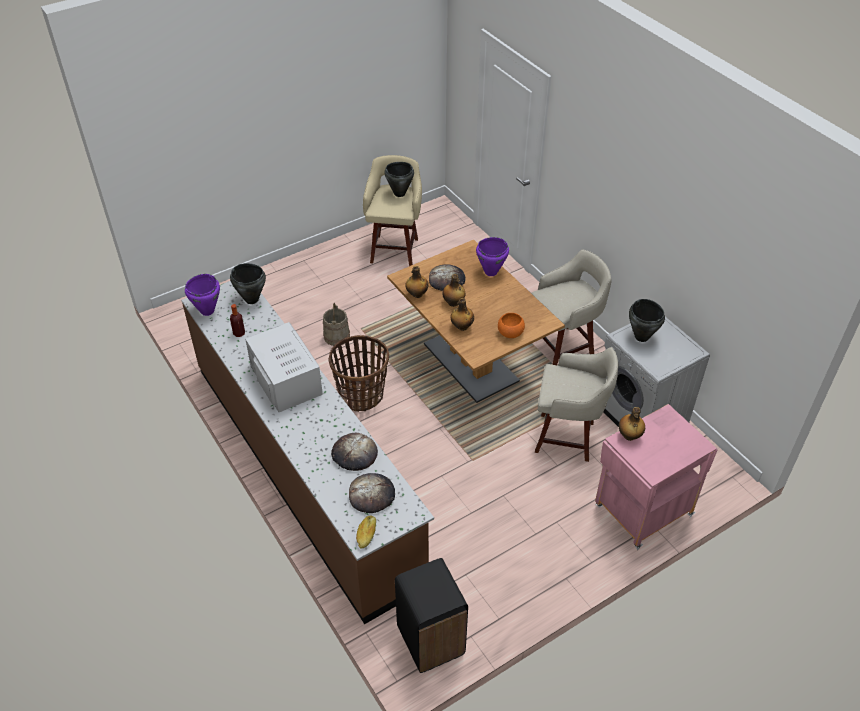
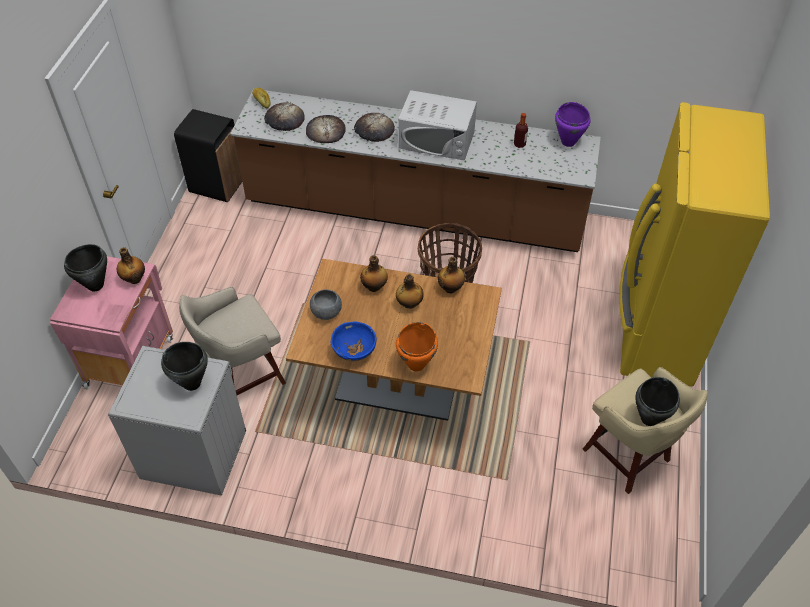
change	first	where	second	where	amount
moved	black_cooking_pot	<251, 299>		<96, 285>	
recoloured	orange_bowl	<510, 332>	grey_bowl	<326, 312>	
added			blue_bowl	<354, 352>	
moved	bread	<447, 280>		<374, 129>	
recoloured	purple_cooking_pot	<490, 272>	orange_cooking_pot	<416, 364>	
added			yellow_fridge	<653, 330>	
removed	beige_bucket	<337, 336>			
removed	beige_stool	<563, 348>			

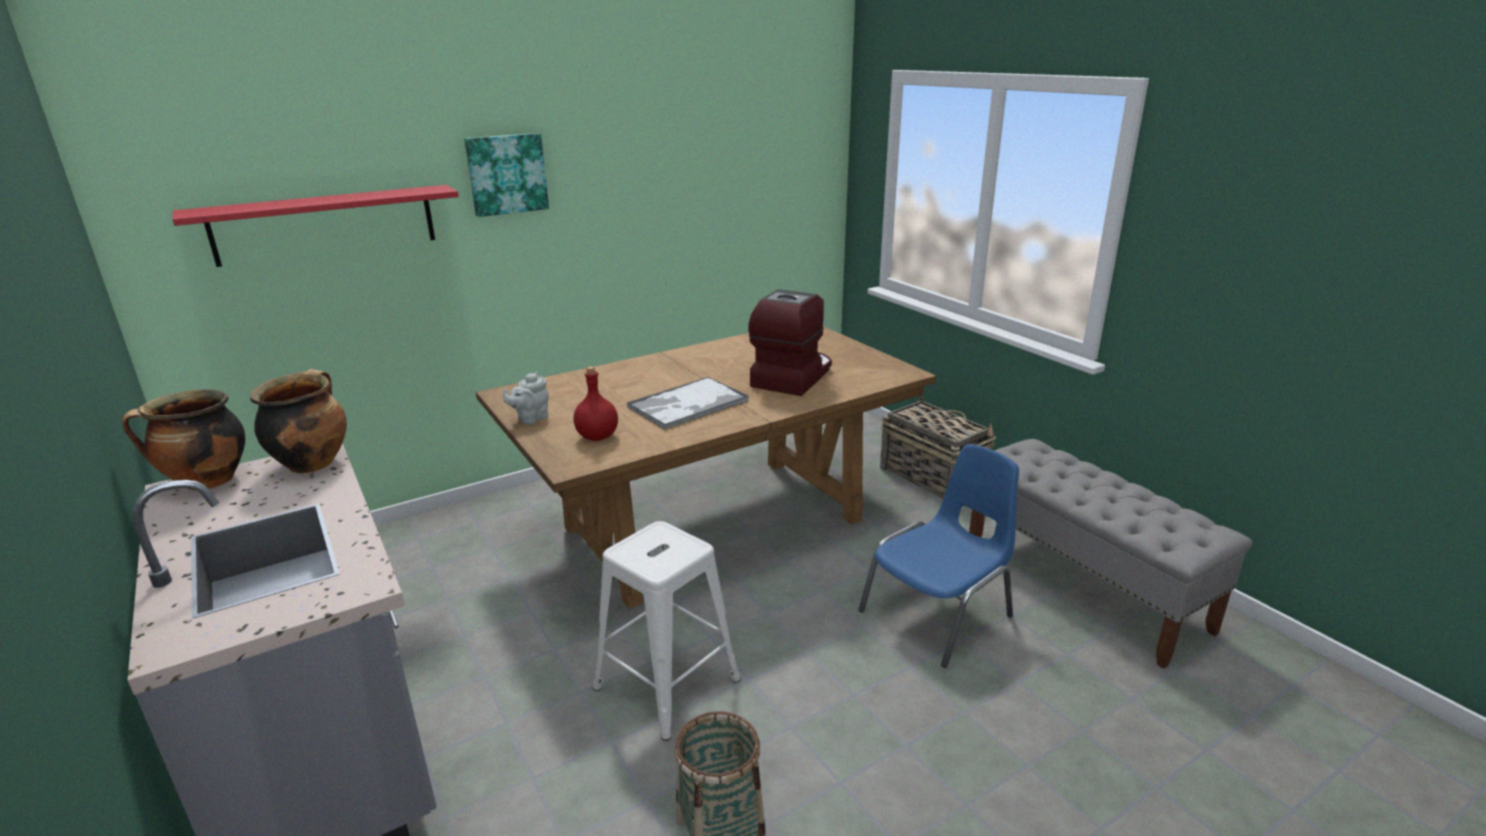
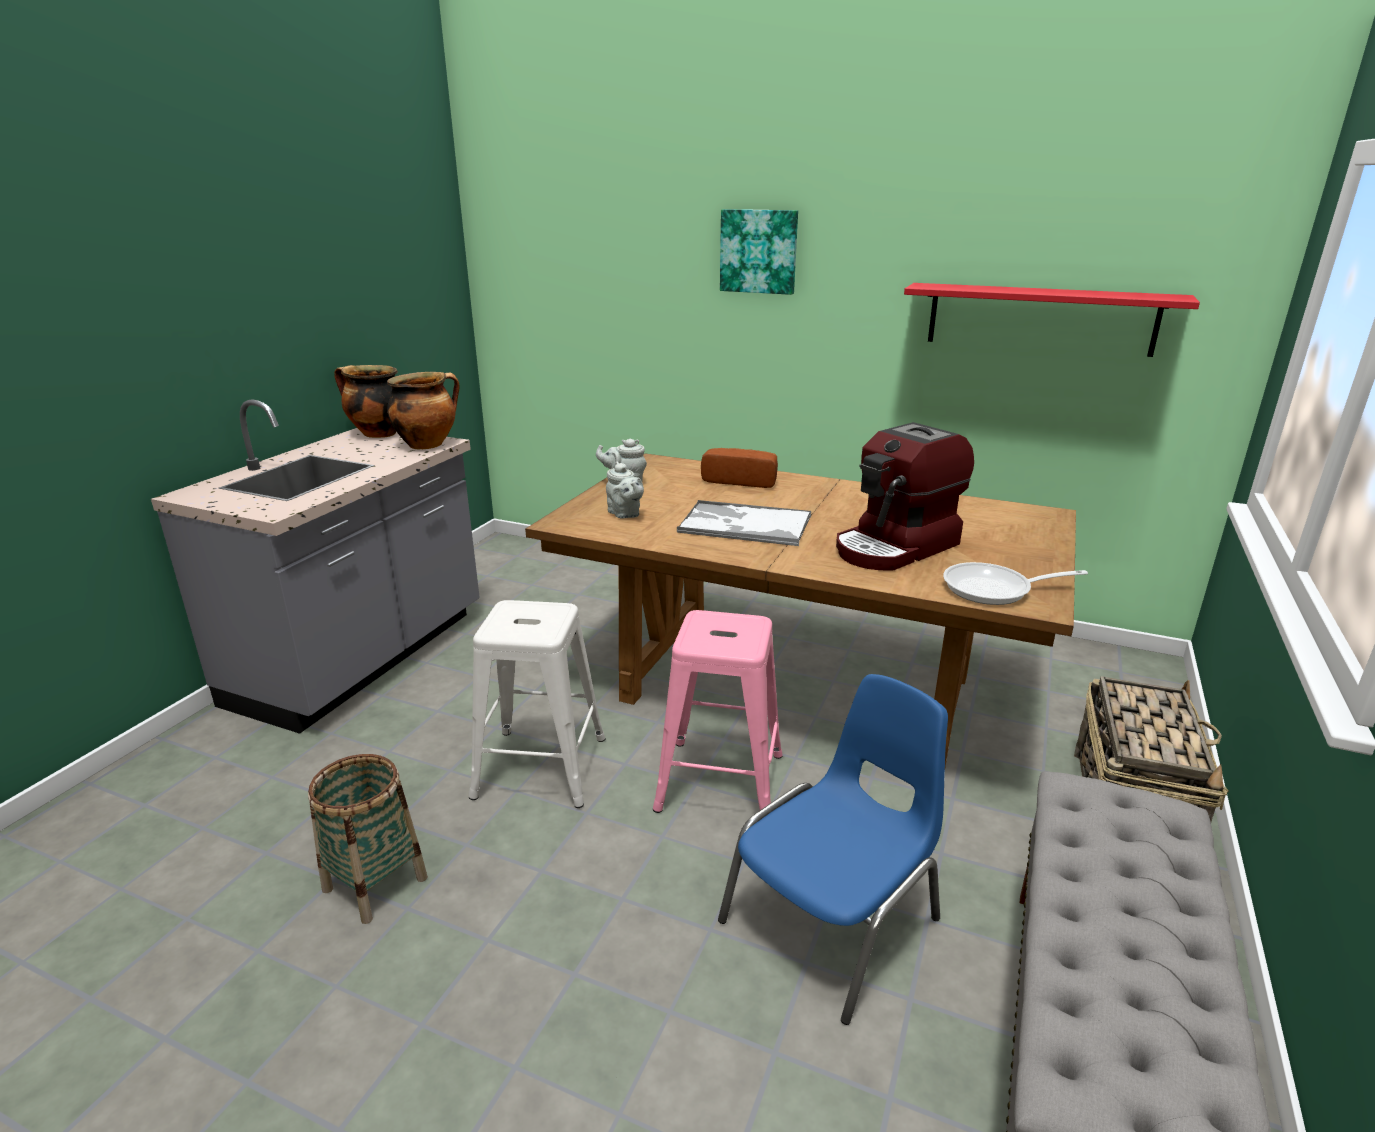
change	first	where	second	where	amount
replaced	red_bottle	<596, 437>	grey_teapot	<625, 514>	
added			pink_stool	<720, 782>	
added			bread	<741, 480>	
turned	blue_chair	<938, 614>		<834, 920>	60 degrees counterclockwise
turned	coffee_machine	<791, 376>		<896, 547>	150 degrees clockwise
moved	red_shelf	<325, 224>		<1040, 318>	
added			frying_pan	<994, 589>	

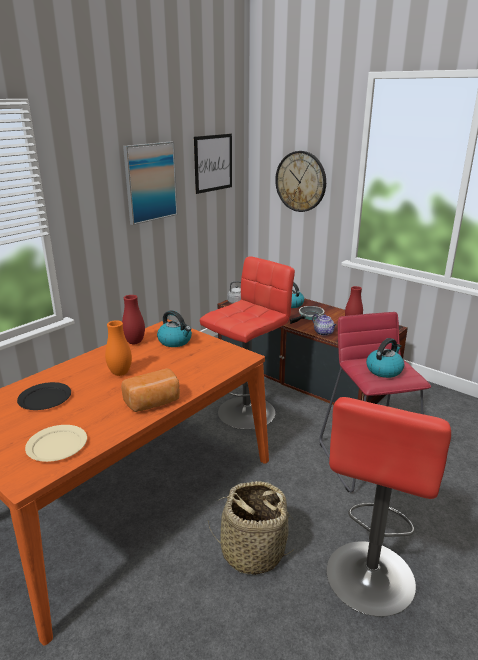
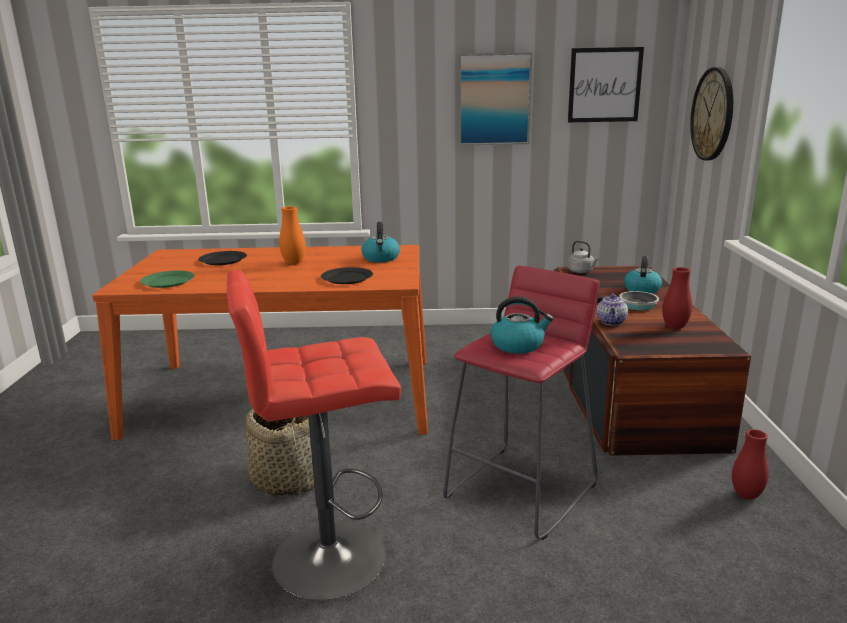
change	first	where	second	where	amount
recoloured	beige_plate	<57, 445>	green_plate	<168, 281>	
added			black_plate	<347, 278>	
moved	red_vase	<134, 342>		<746, 495>	
removed	bread	<153, 403>			
removed	red_stool	<247, 412>			

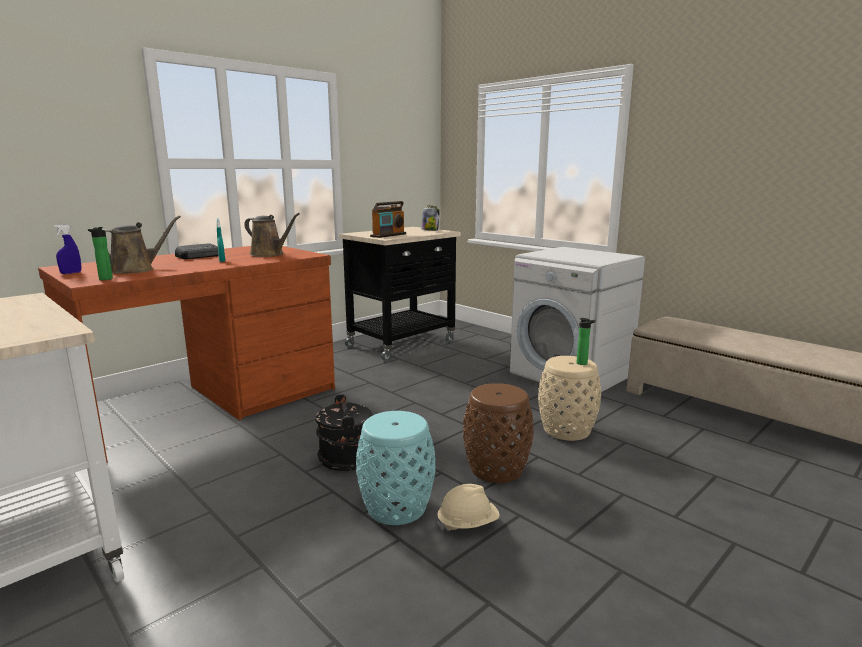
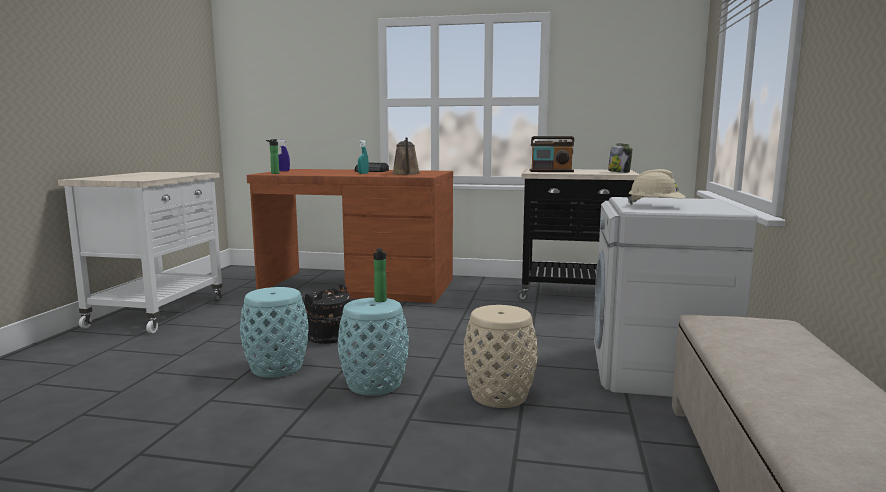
change	first	where	second	where	amount
recoloured	brown_stool	<496, 469>	turquoise_stool	<374, 384>	
moved	bottle	<583, 363>		<380, 301>	
moved	beige_hard_hat	<468, 524>		<655, 206>	
removed	brown_watering_can	<136, 269>			

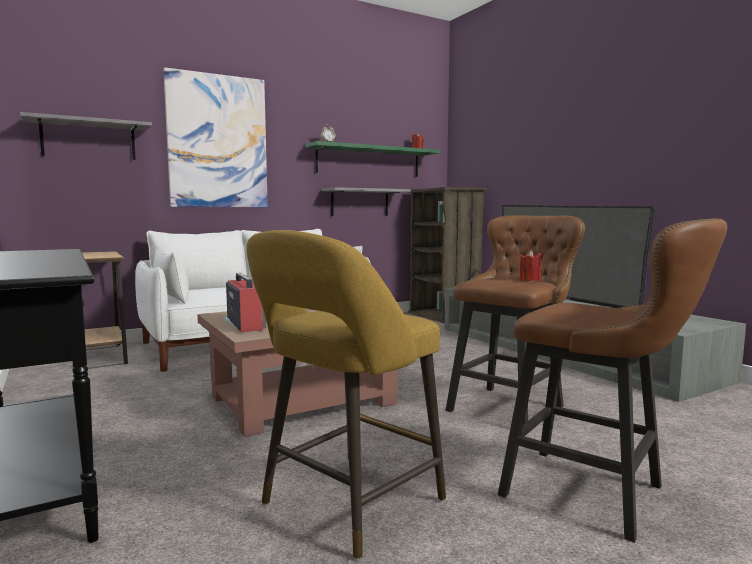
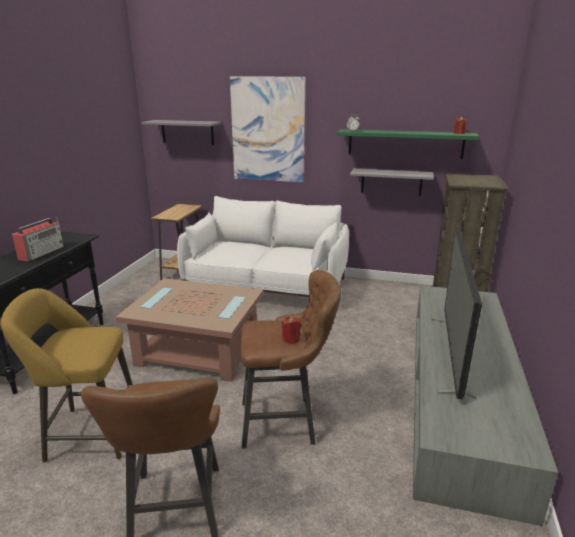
change	first	where	second	where	amount
moved	radio	<245, 324>		<42, 252>	

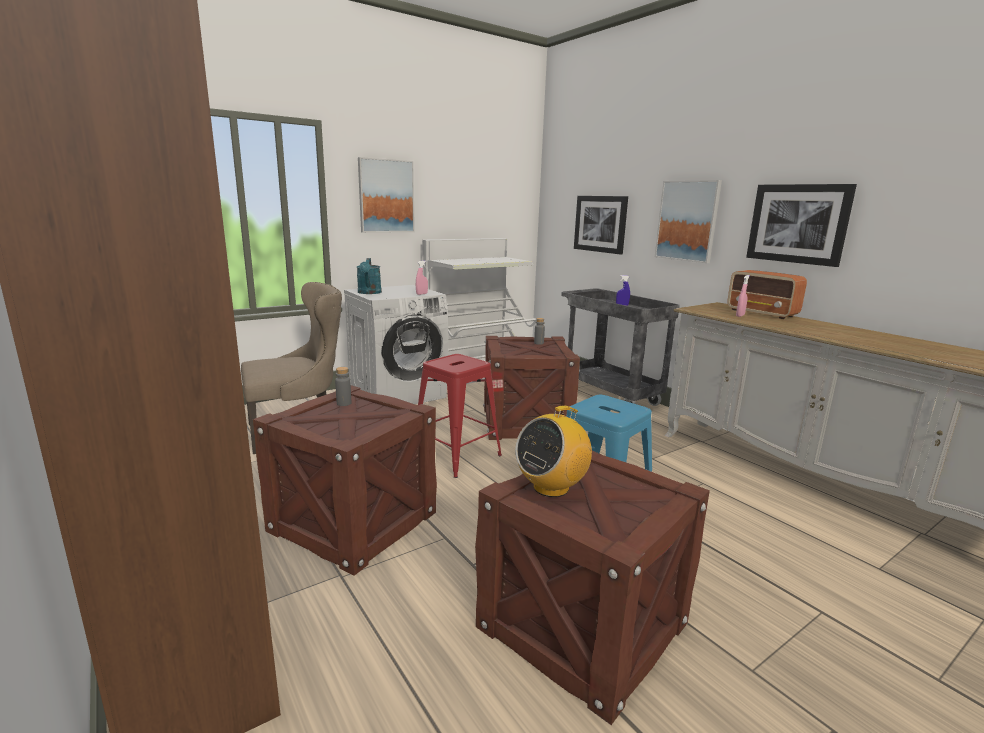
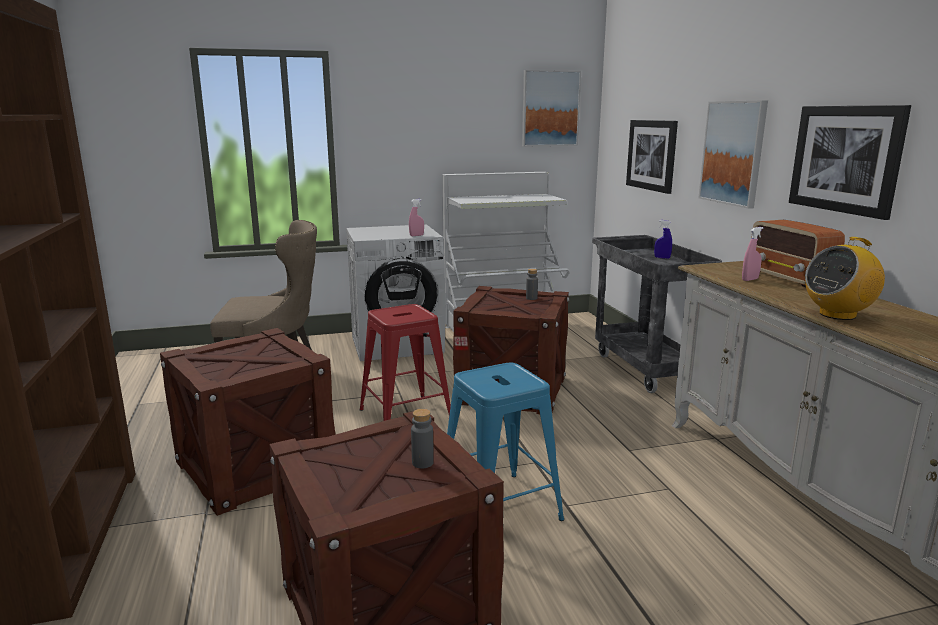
change	first	where	second	where	amount
moved	grey_bottle	<344, 403>		<422, 463>	
moved	picture	<386, 196>		<550, 108>	
moved	radio	<551, 487>		<837, 315>	
removed	turquoise_watering_can	<369, 293>			

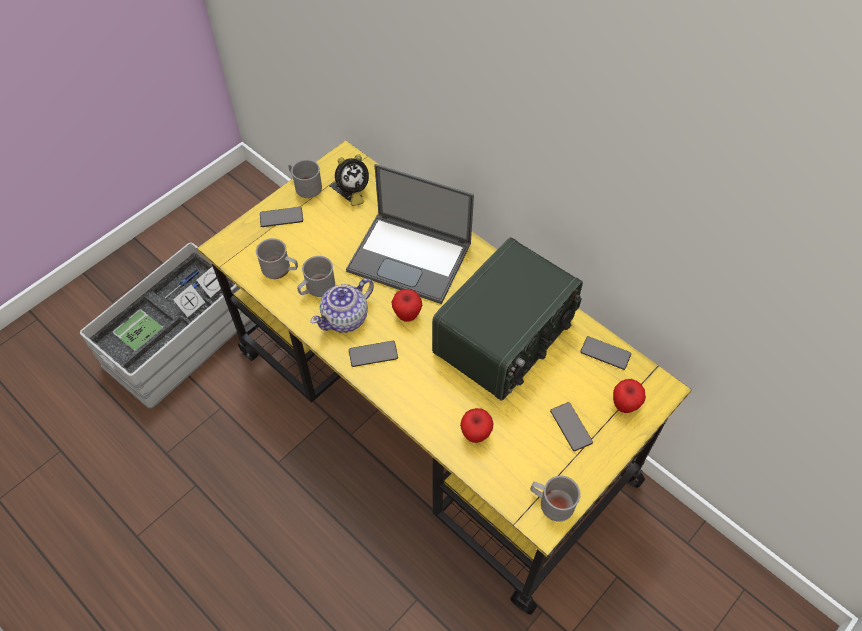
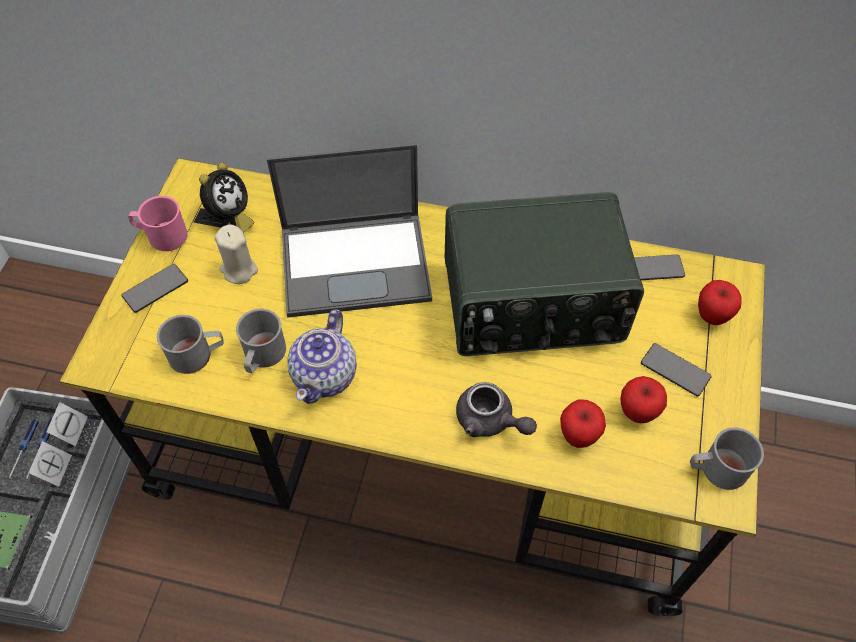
change	first	where	second	where	amount
recoloured	grey_mug	<305, 186>	pink_mug	<161, 235>	
added			beige_candle	<239, 270>	
turned	radio	<505, 338>		<533, 305>	75 degrees clockwise
added			grey_teapot	<490, 421>	
moved	apple	<407, 315>		<637, 412>	
removed	phone	<373, 354>			

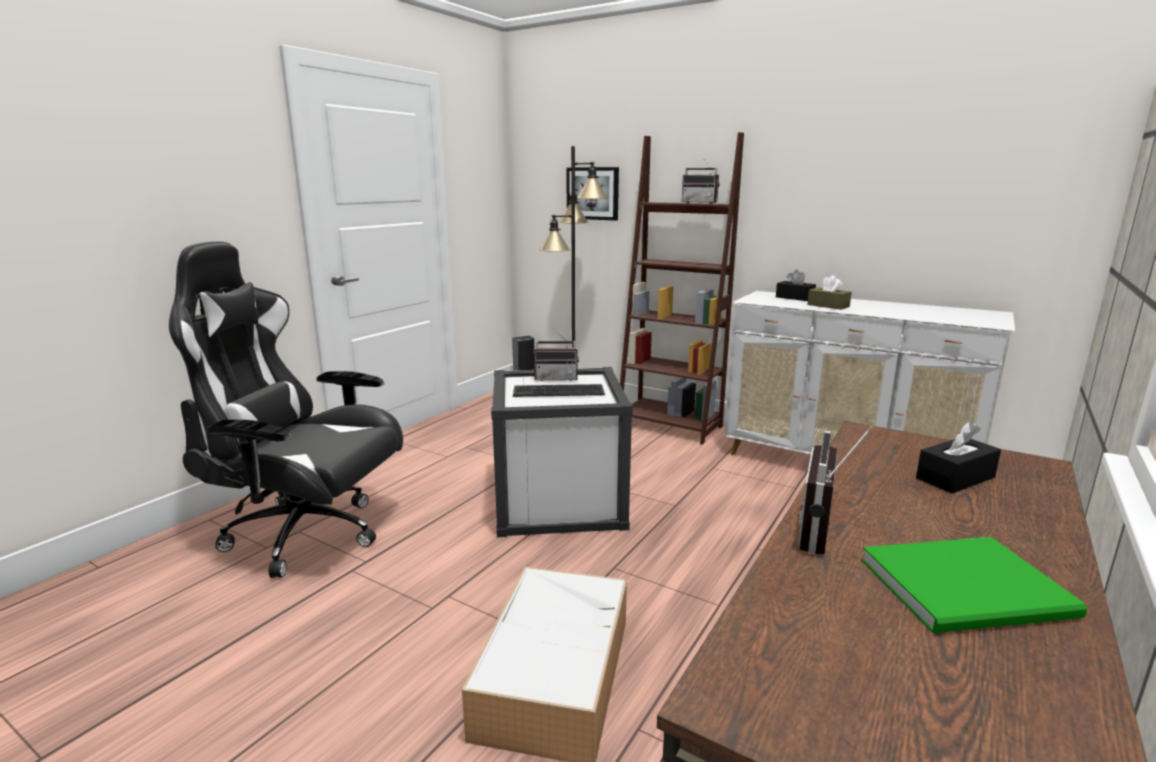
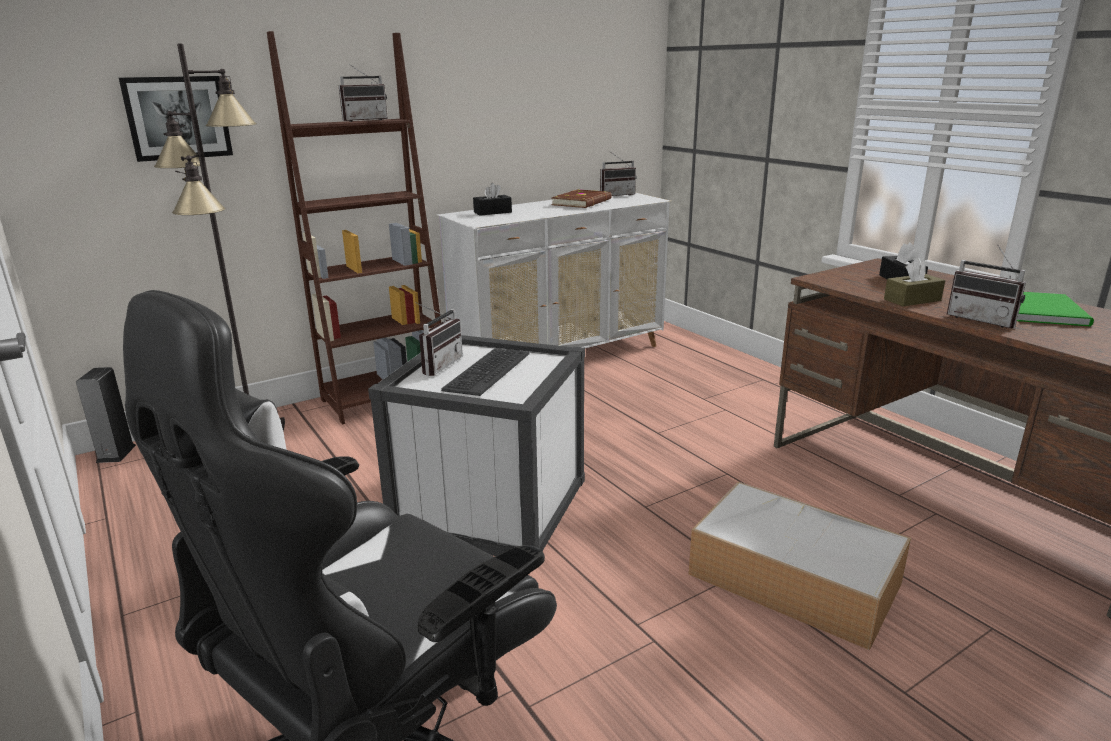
change	first	where	second	where	amount
added			brown_book	<583, 202>	
added			radio	<616, 195>	
moved	brown_tissue_box	<828, 306>		<912, 300>	

